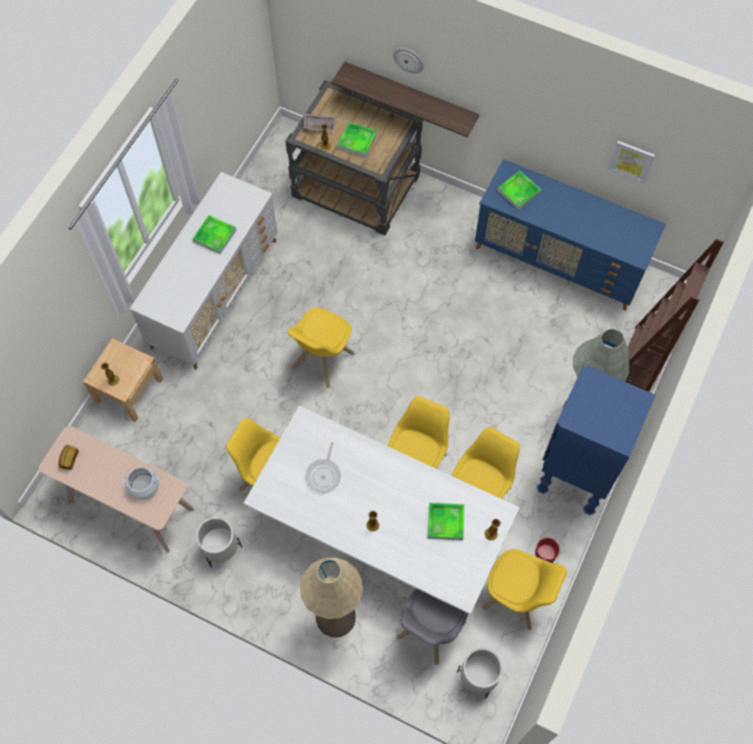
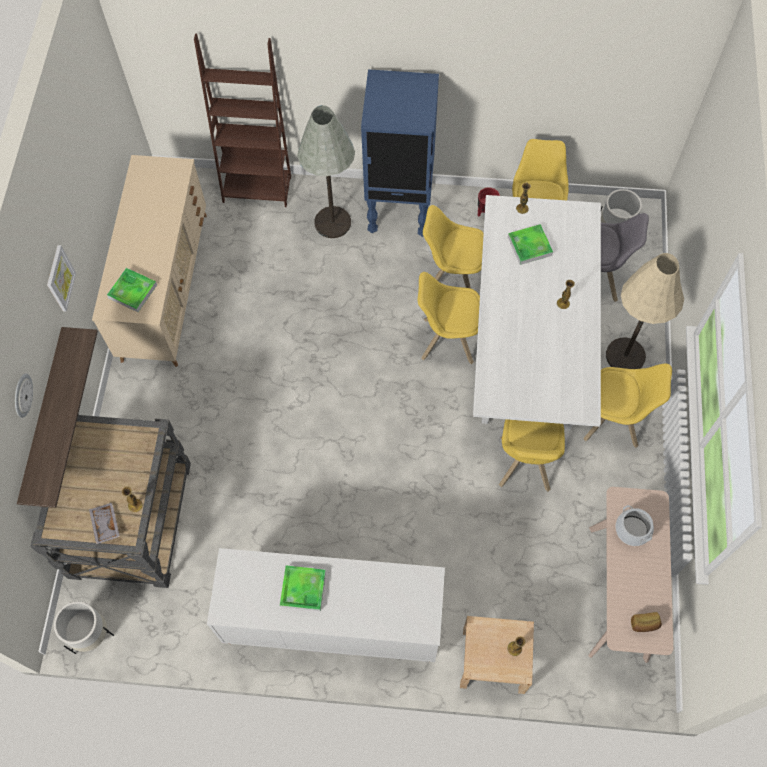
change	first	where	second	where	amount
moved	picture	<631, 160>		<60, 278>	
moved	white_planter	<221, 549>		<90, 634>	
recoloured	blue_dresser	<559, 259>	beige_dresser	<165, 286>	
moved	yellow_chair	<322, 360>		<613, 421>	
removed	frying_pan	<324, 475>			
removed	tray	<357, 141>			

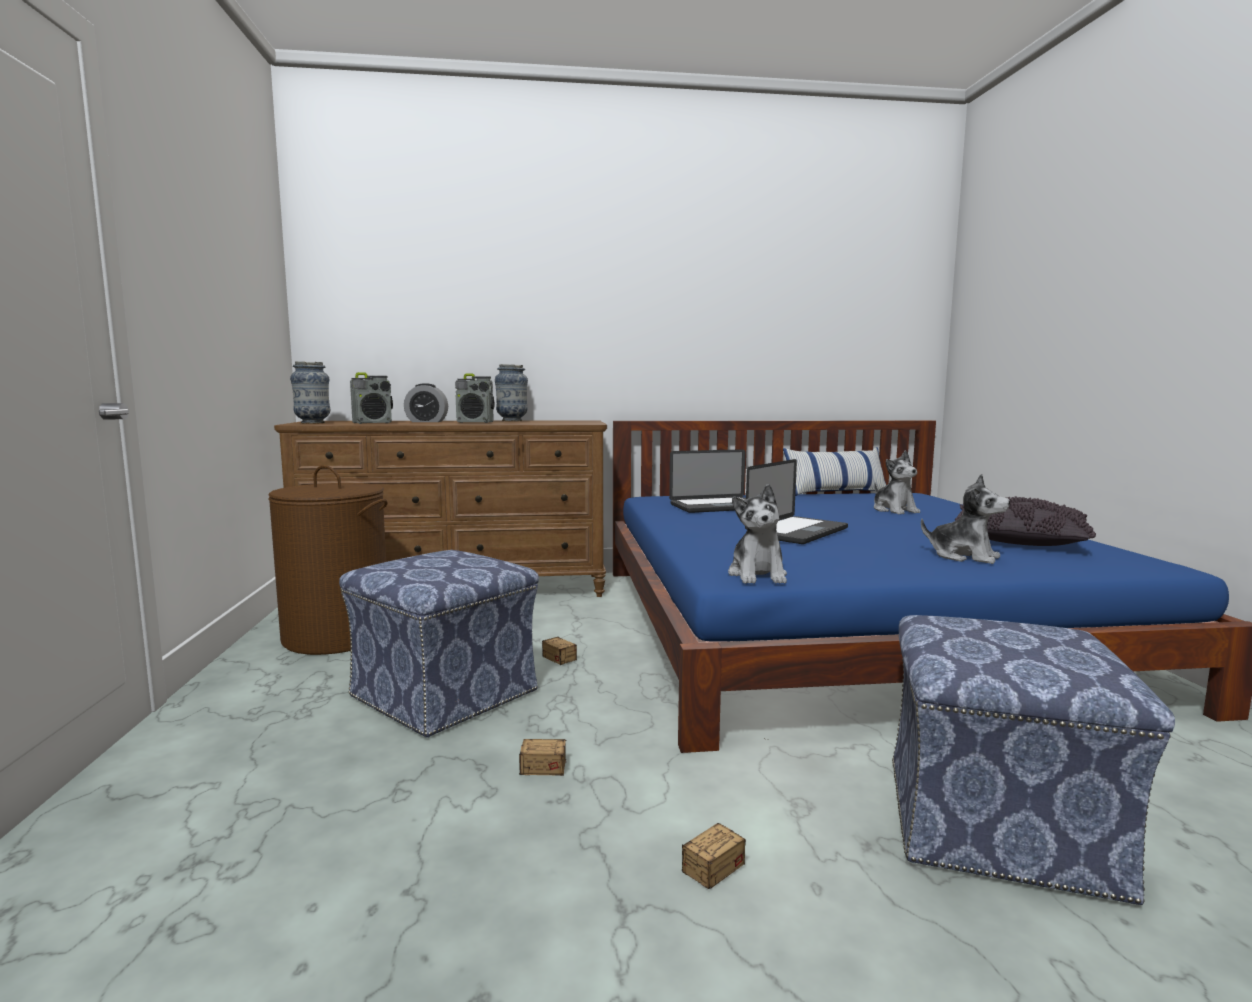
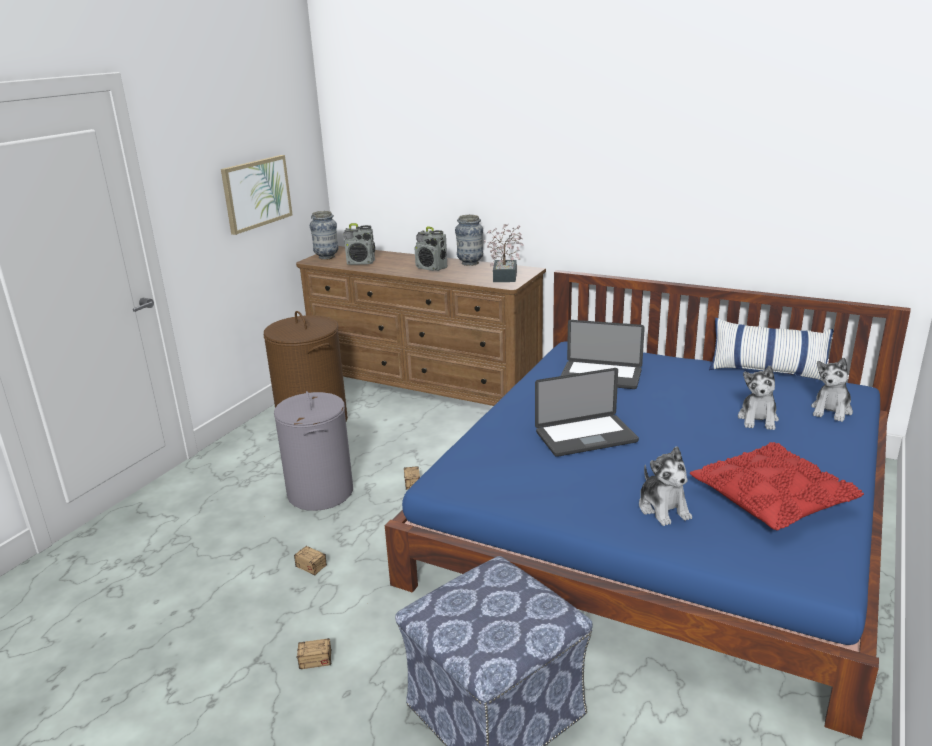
change	first	where	second	where	amount
added			picture	<256, 193>	
replaced	ottoman	<445, 694>	grey_laundry_basket	<320, 493>	
added			potted_plant	<505, 275>	
recoloured	black_pillow	<1018, 540>	red_pillow	<772, 500>	
moved	plush_toy	<758, 575>		<831, 410>	
removed	alarm_clock	<426, 421>			

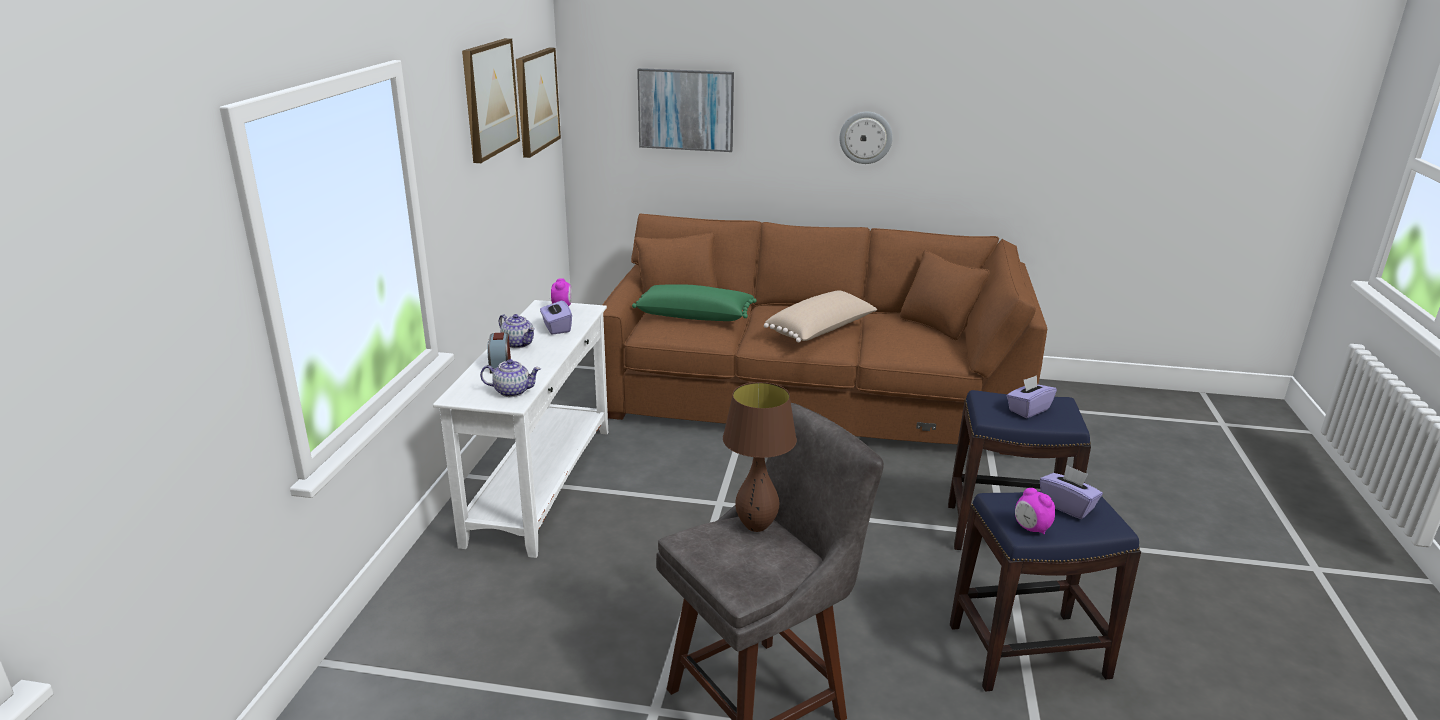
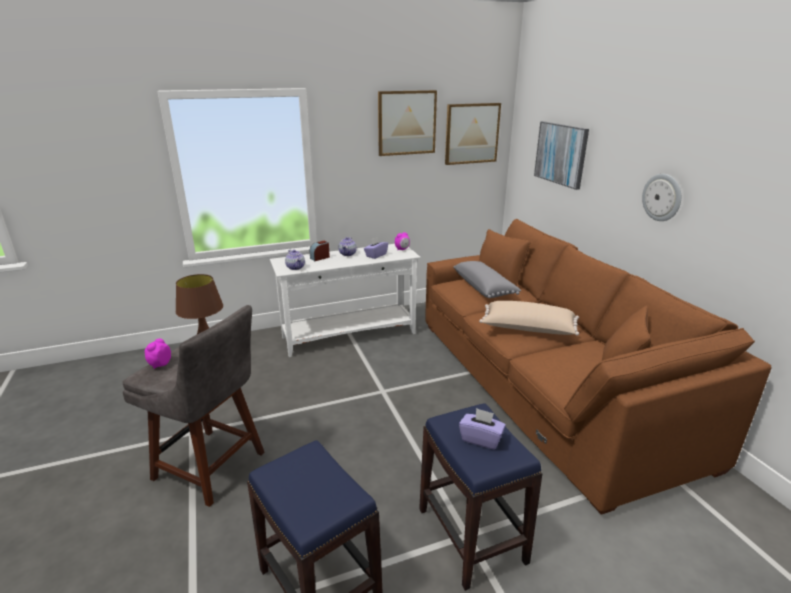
change	first	where	second	where	amount
moved	alarm_clock	<1031, 528>		<160, 364>	
recoloured	green_pillow	<695, 315>	grey_pillow	<484, 288>	
removed	purple_tissue_box	<1067, 506>			

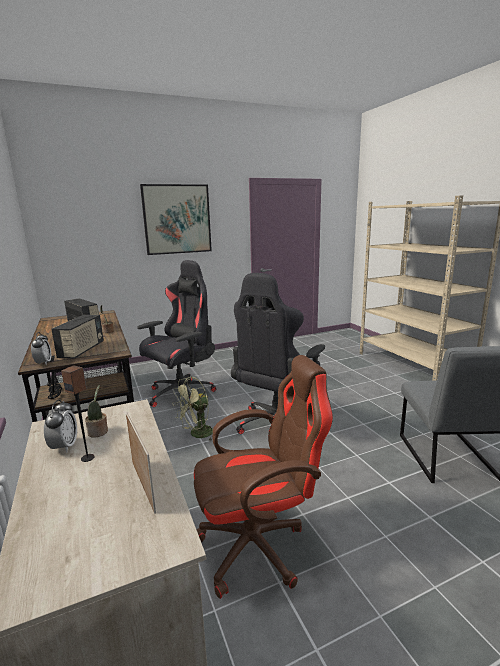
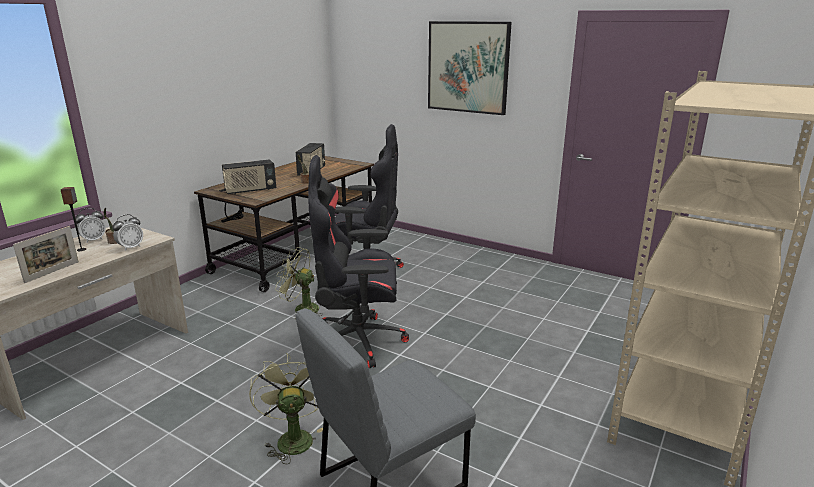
change	first	where	second	where	amount
moved	alarm_clock	<43, 363>		<130, 247>	
added			green_fan	<293, 437>	
removed	brown_office_chair	<260, 546>			

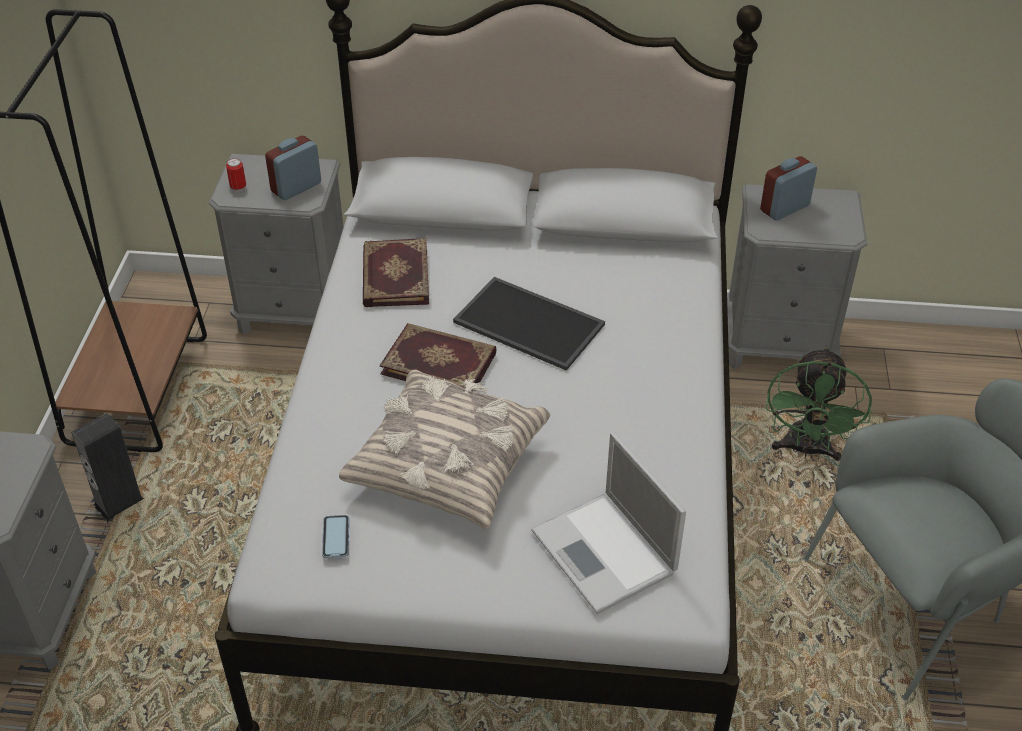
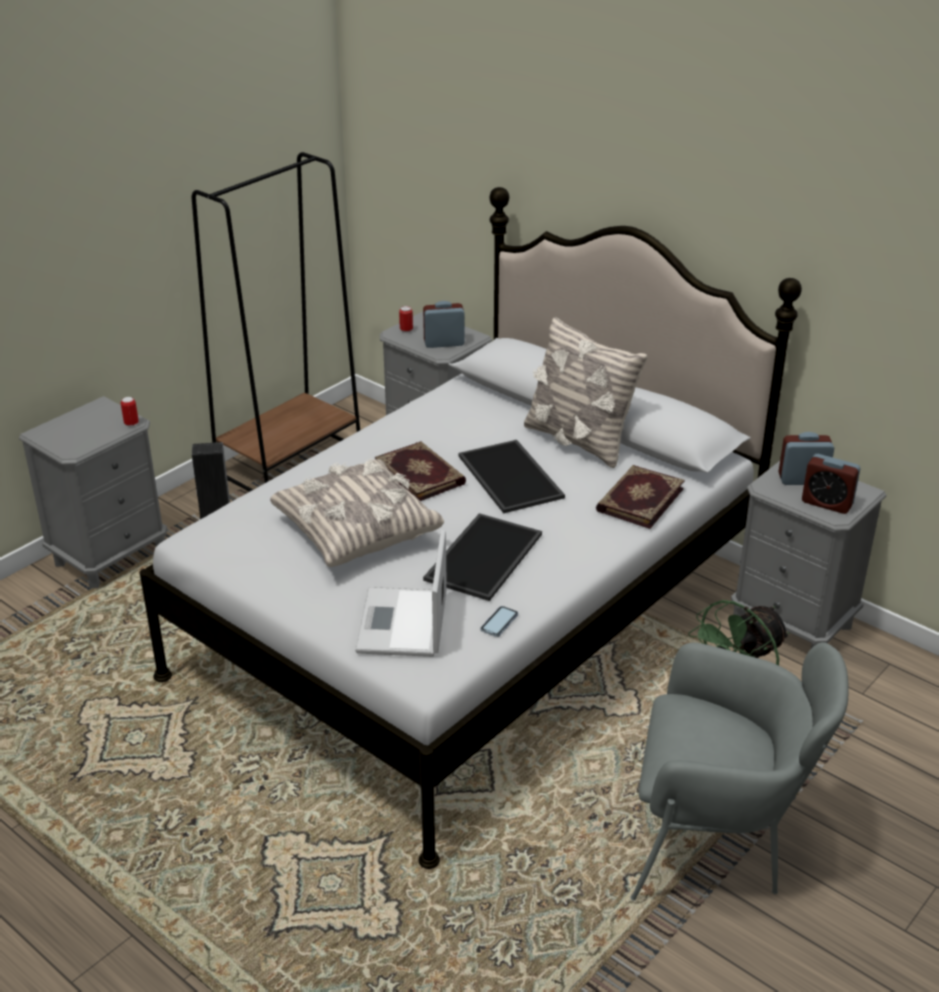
change	first	where	second	where	amount
added			can	<131, 423>	
added			tray	<482, 555>	
moved	phone	<336, 537>		<499, 622>	
added			beige_pillow	<578, 441>	
moved	book	<394, 276>		<638, 499>	
added			alarm_clock	<827, 503>	

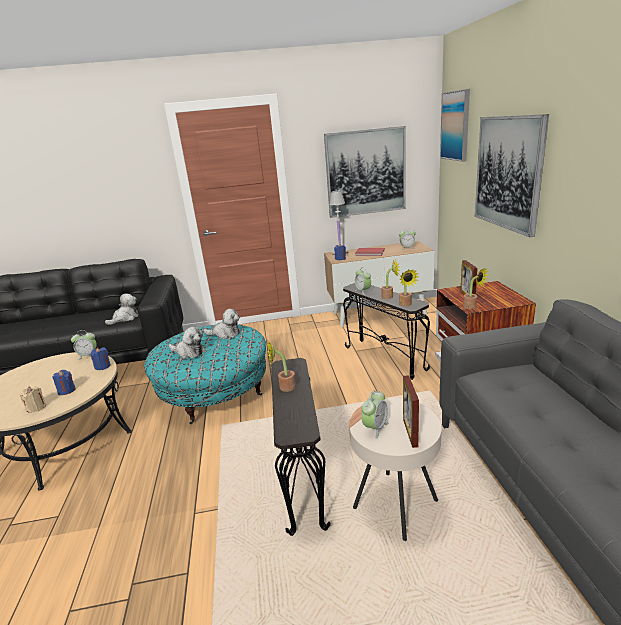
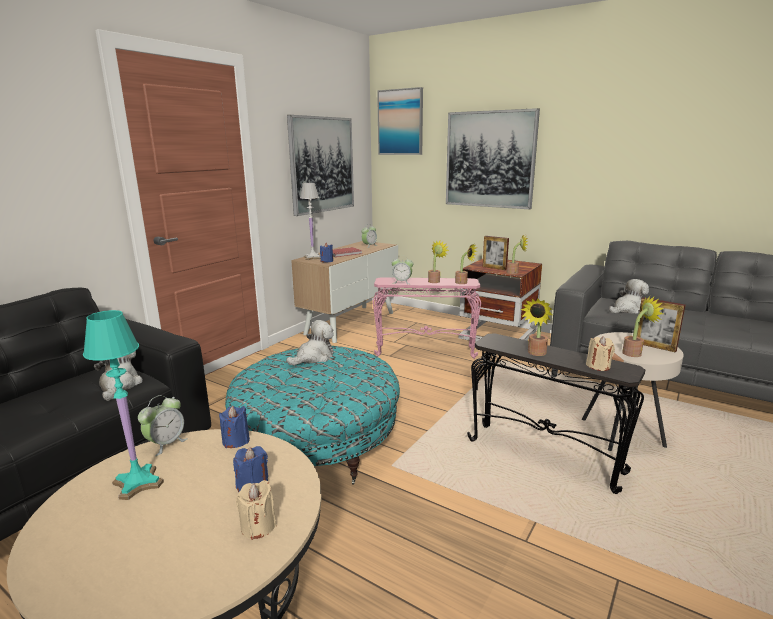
change	first	where	second	where	amount
added			turquoise_table_lamp	<139, 483>	
recoloured	black_side_table	<384, 358>	pink_side_table	<425, 352>	
added			beige_candle	<598, 366>	
moved	plush_toy	<189, 352>		<627, 310>	
replaced	alarm_clock	<375, 428>	potted_plant	<635, 353>	

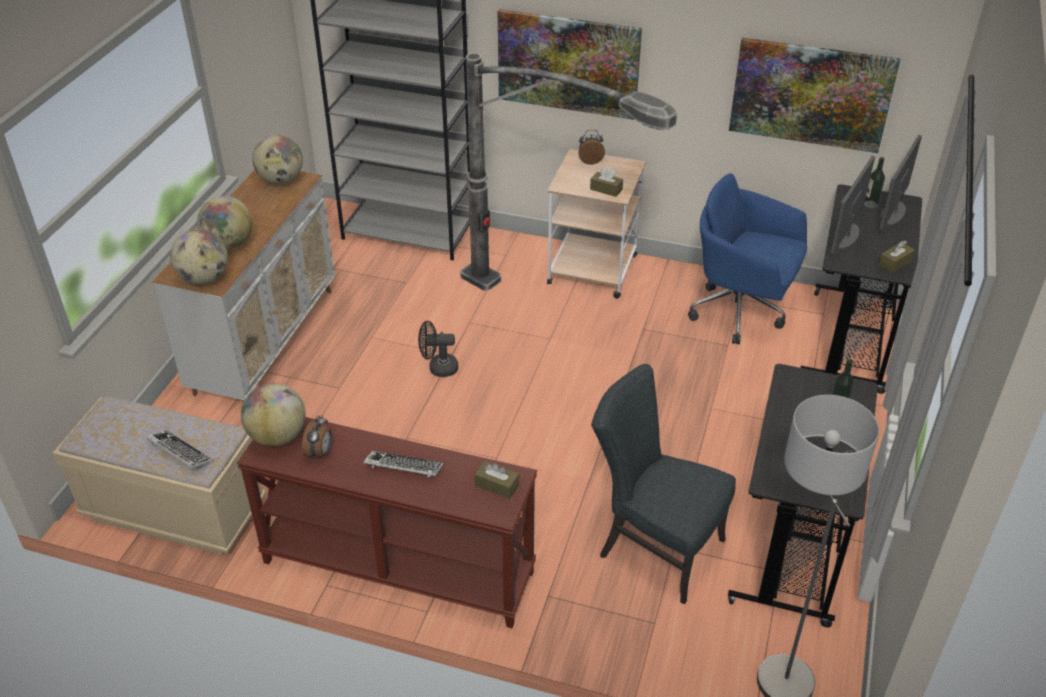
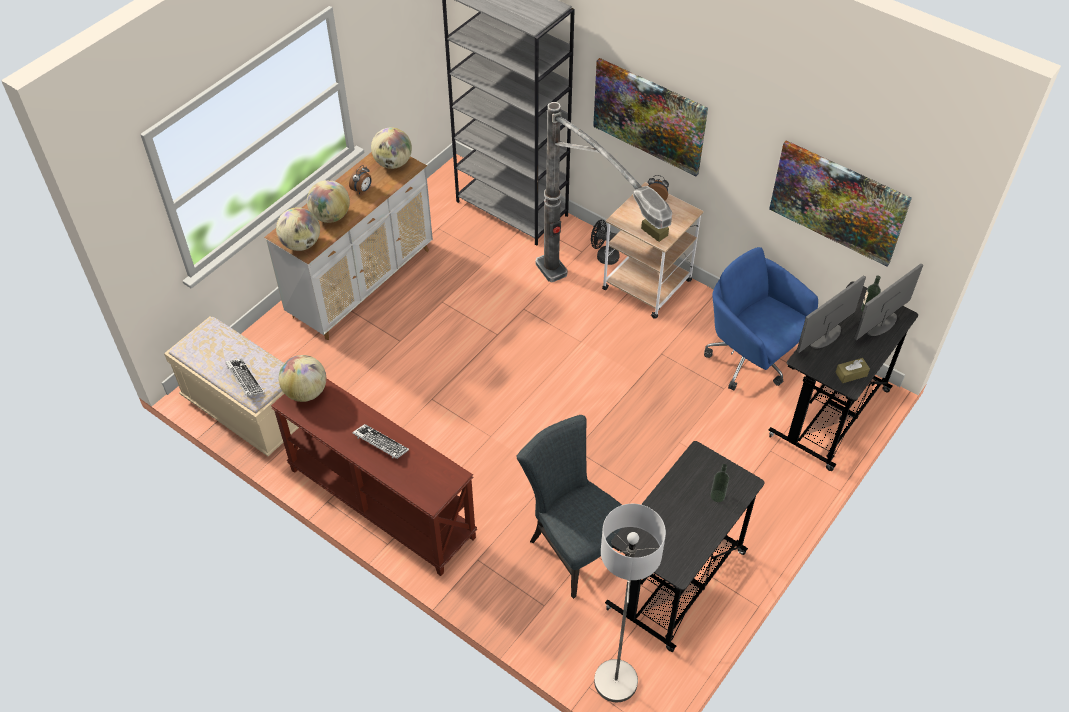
change	first	where	second	where	amount
moved	alarm_clock	<320, 452>		<362, 190>	
moved	black_fan	<438, 368>		<604, 256>	
removed	brown_tissue_box	<497, 485>			

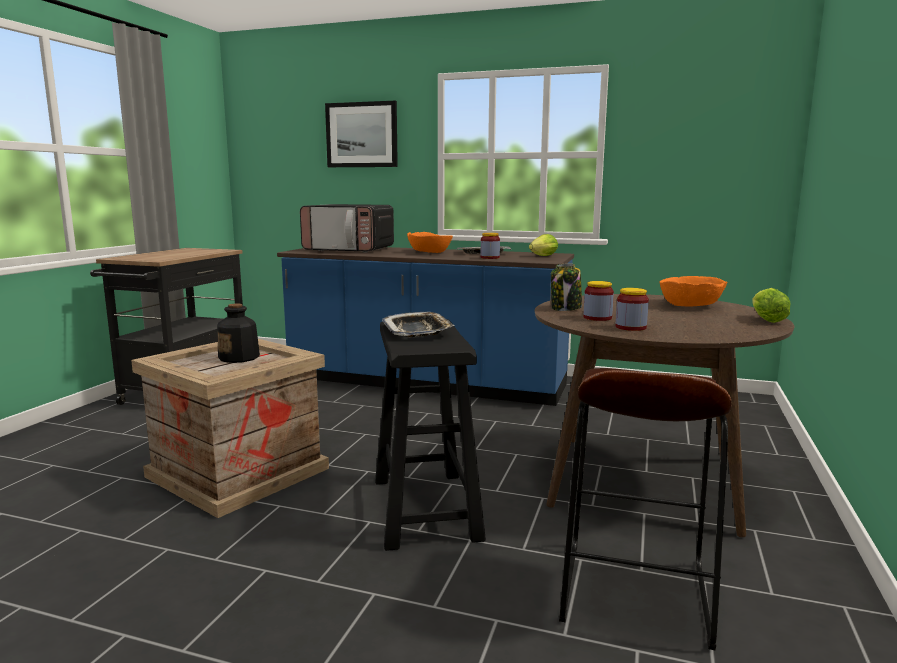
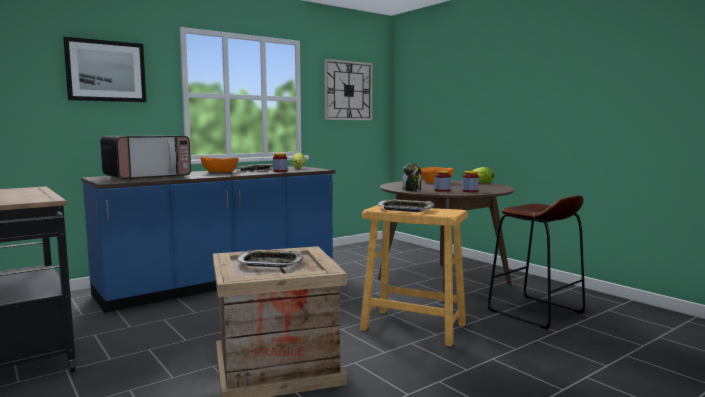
change	first	where	second	where	amount
replaced	bottle	<239, 358>	tray	<270, 263>	
added			wall_clock	<348, 90>	
recoloured	black_stool	<425, 509>	beige_stool	<414, 327>	

